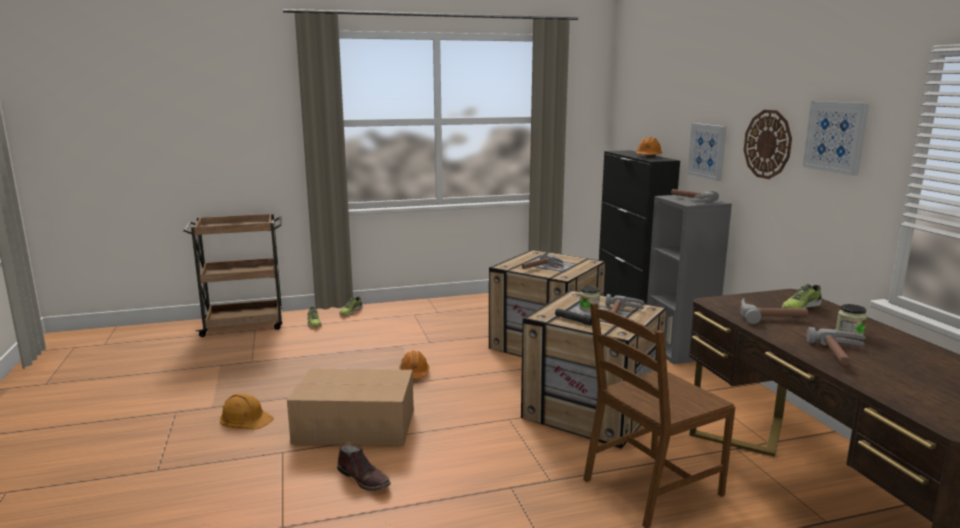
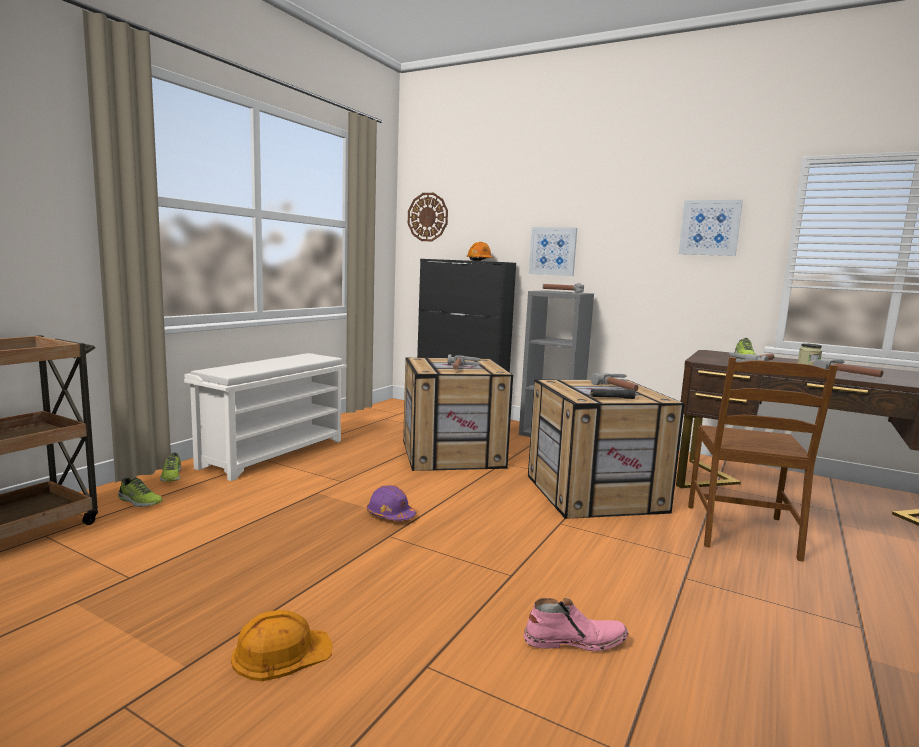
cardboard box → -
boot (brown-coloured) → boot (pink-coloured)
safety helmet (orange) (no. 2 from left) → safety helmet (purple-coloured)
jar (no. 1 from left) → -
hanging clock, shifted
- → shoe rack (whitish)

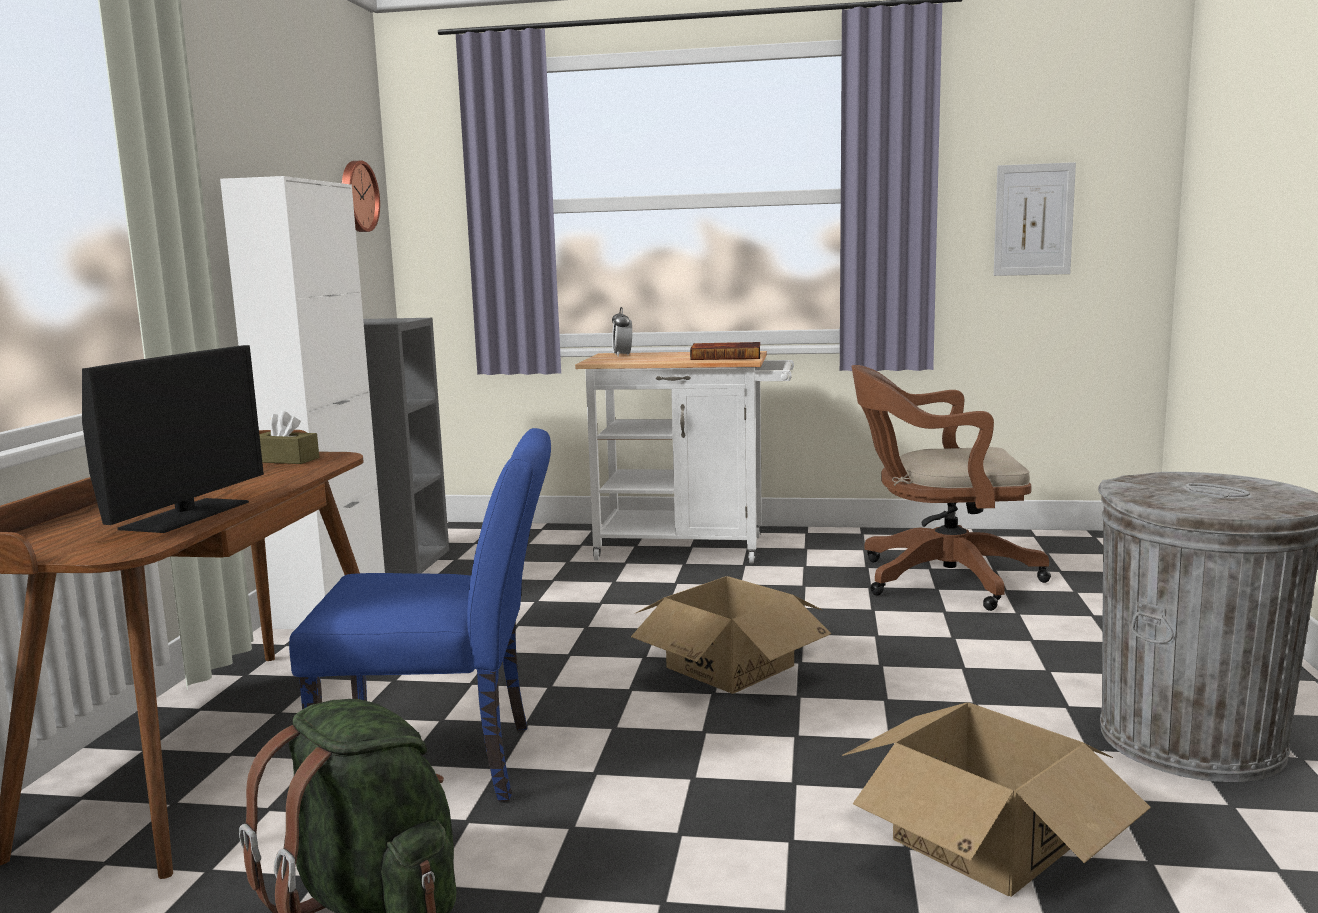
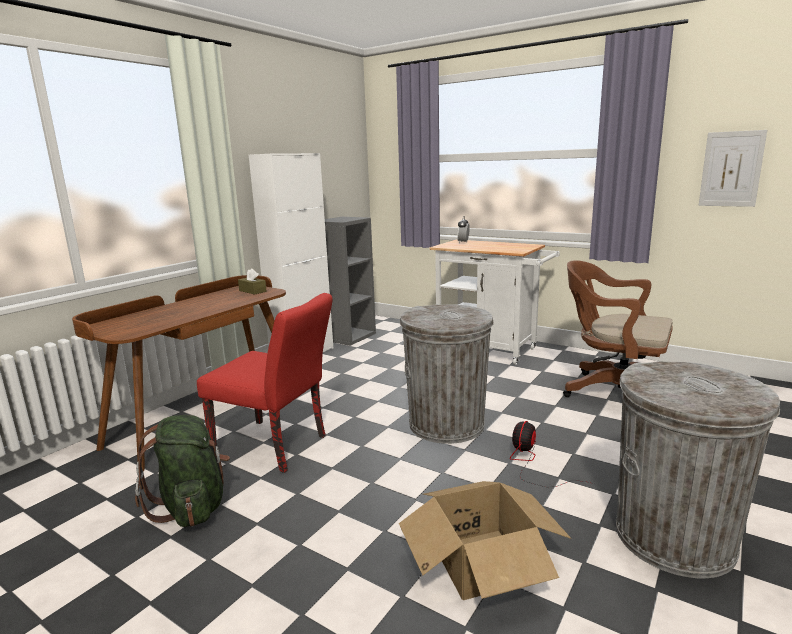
computer display → -
plain chair (blue) → plain chair (red)
hanging clock → -
cardboard box (no. 1 from left) → waste bin (grey) (no. 1 from left)
book → -
- → cooling fan

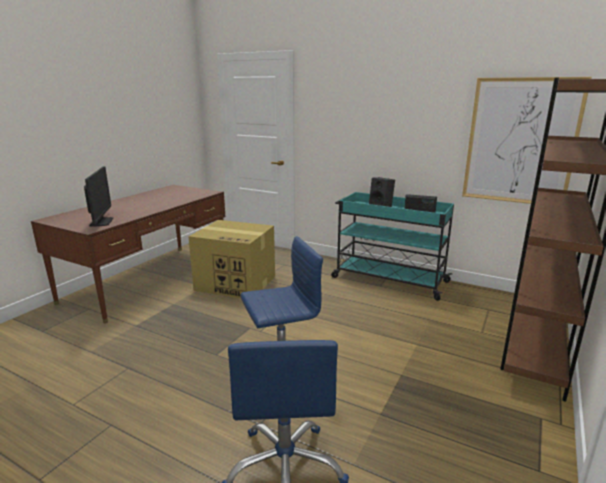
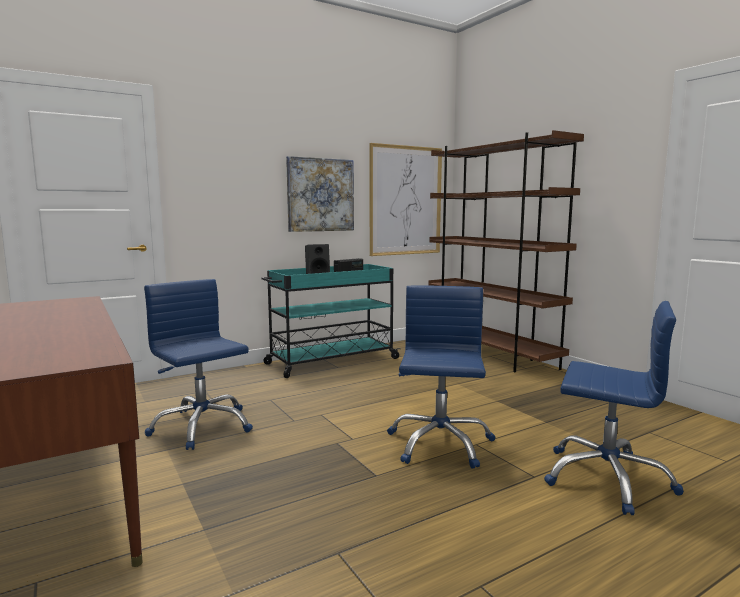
computer display → -
cardboard box → computer chair (blue) (no. 1 from left)
- → wall picture (no. 1 from left)

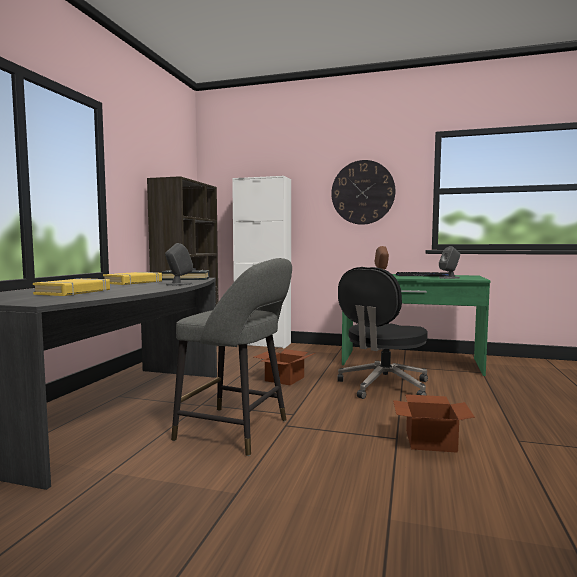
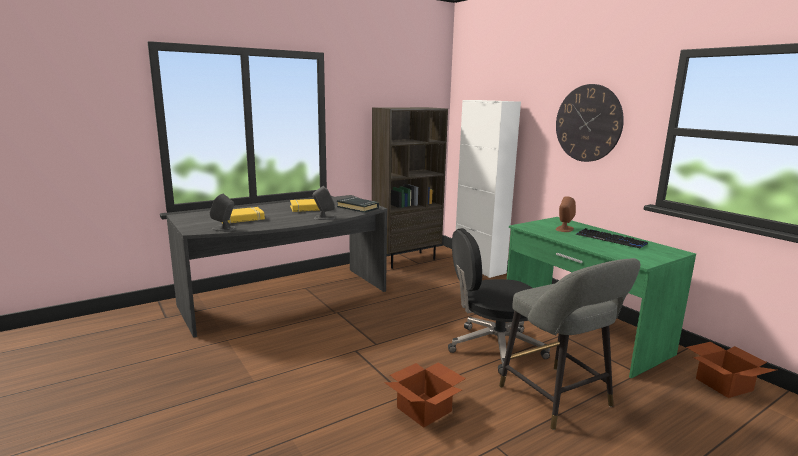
stool seat (grey), shifted
cardboard box (no. 1 from left in the first image) → cardboard box (no. 2 from left), shifted
loudspeaker (grey) (no. 2 from left in the first image) → loudspeaker (grey) (no. 1 from left), shifted

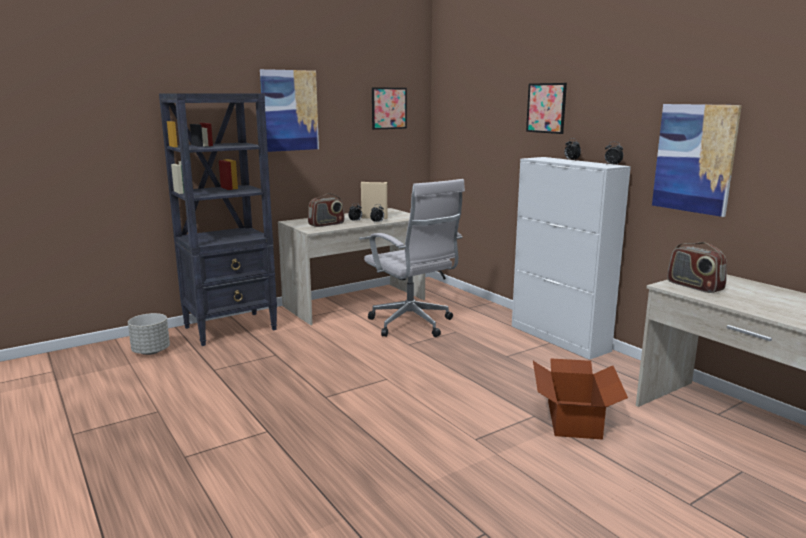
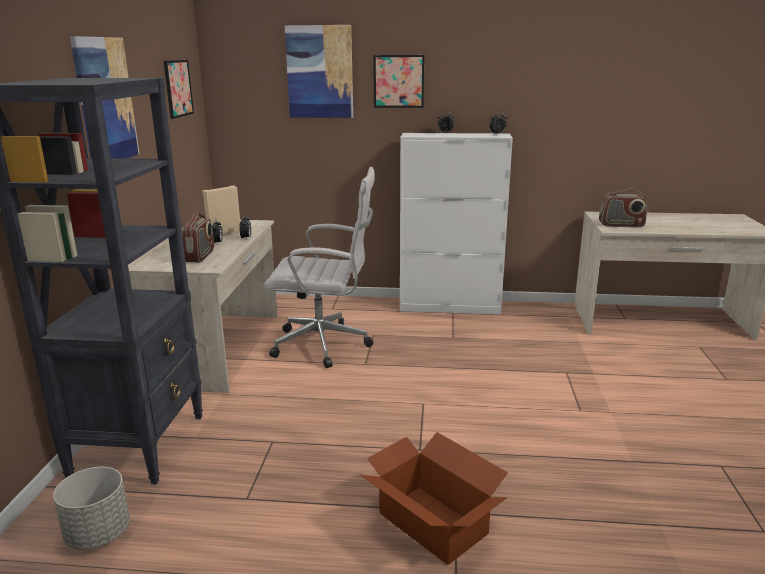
cardboard box, shifted
wall picture (no. 4 from left in the first image) → wall picture (no. 3 from left), shifted

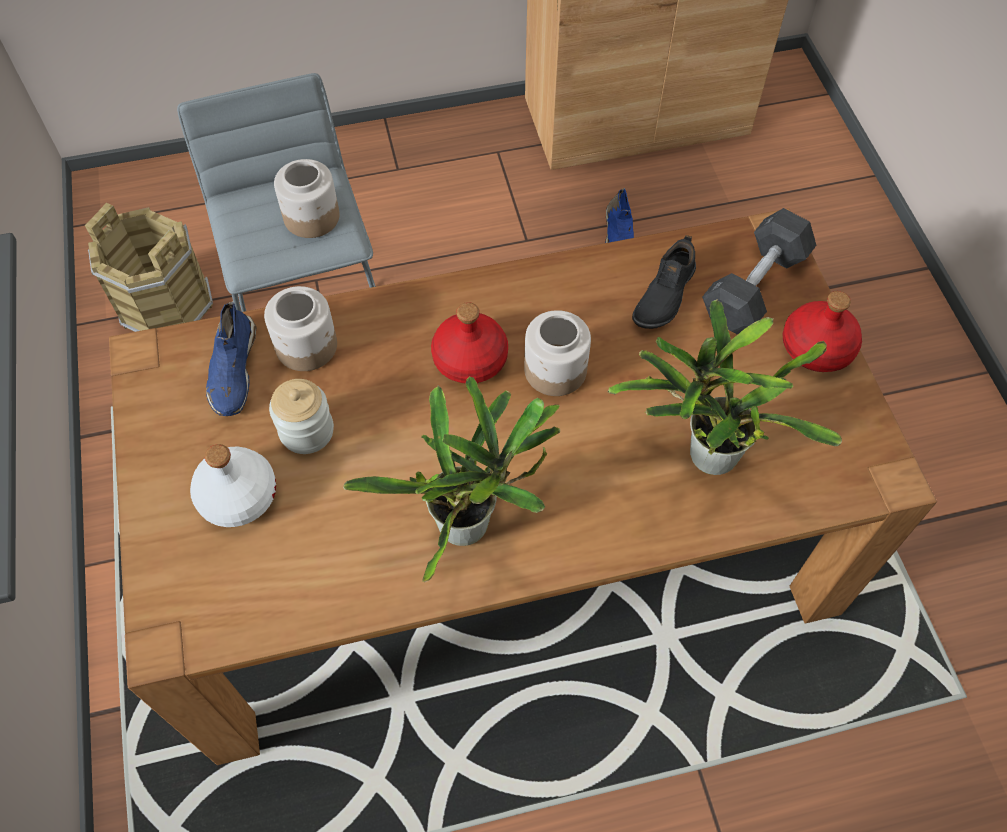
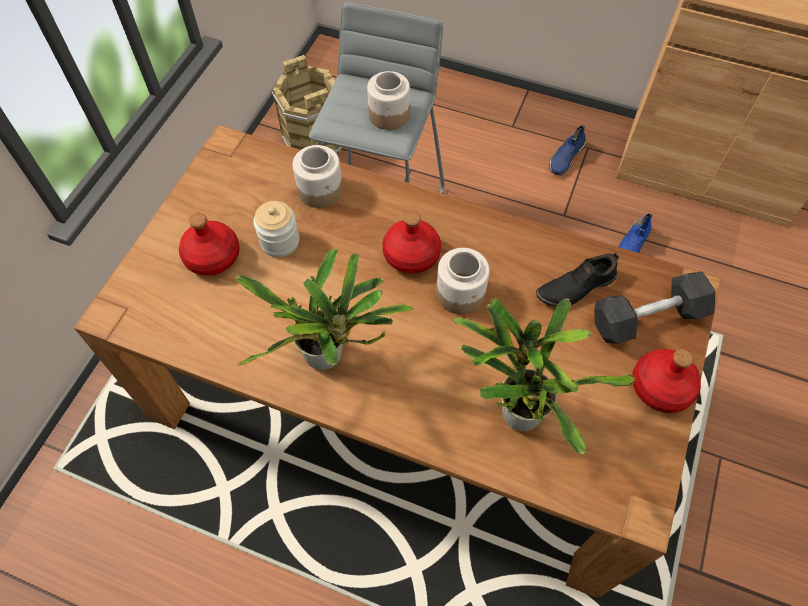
drink bottle (whitish) → drink bottle (red) (no. 1 from left)
shoe (blue) (no. 1 from left), shifted

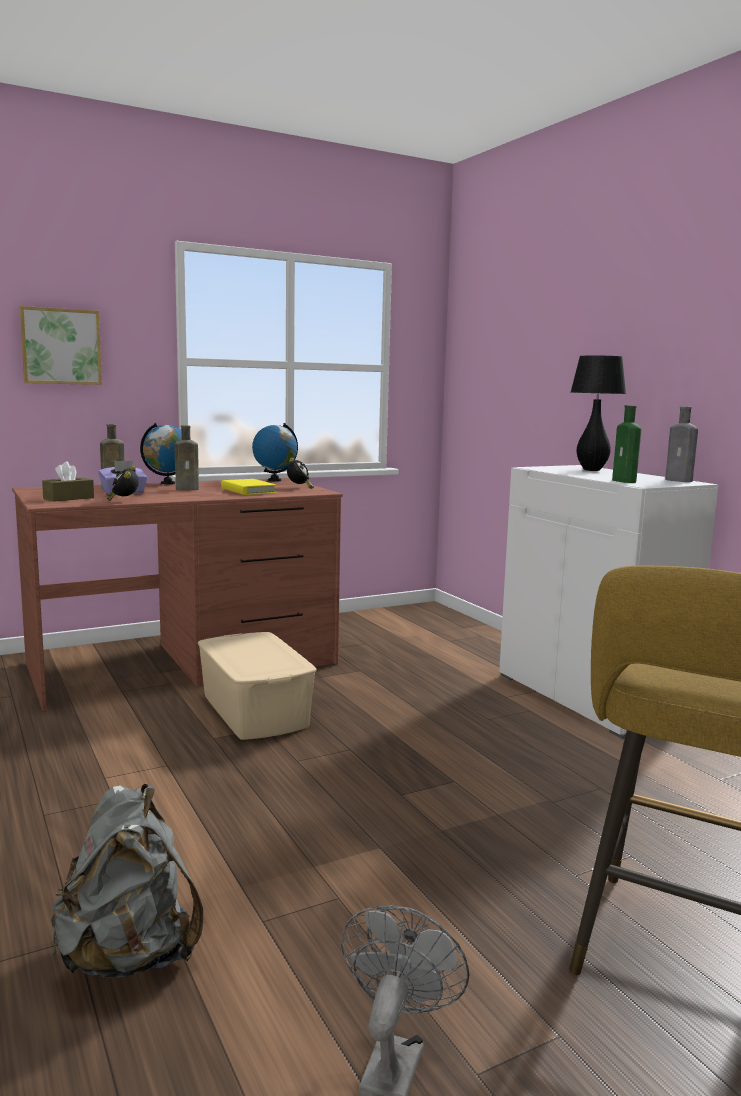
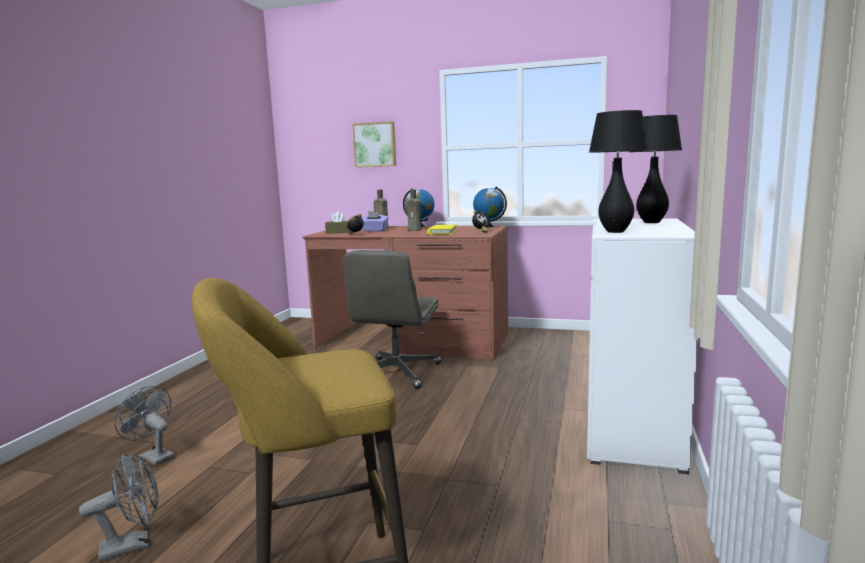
knapsack (grey) → cooling fan (grey) (no. 2 from left)
storage container (sand-coloured) → computer chair (grey)
drink bottle (green) → tabletop lamp (blackish) (no. 1 from left)
drink bottle (grey) → -

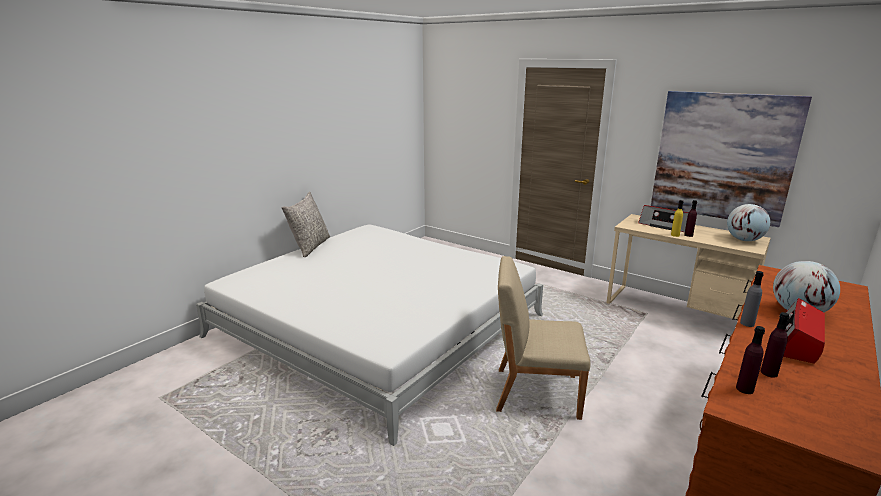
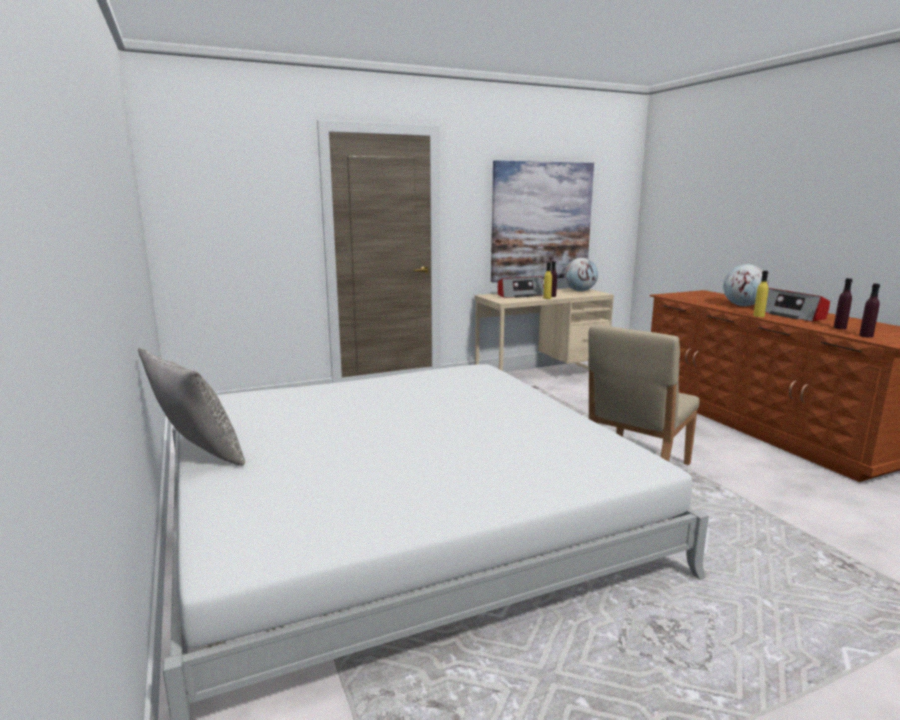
drink bottle (grey) → drink bottle (yellowish) (no. 2 from left)

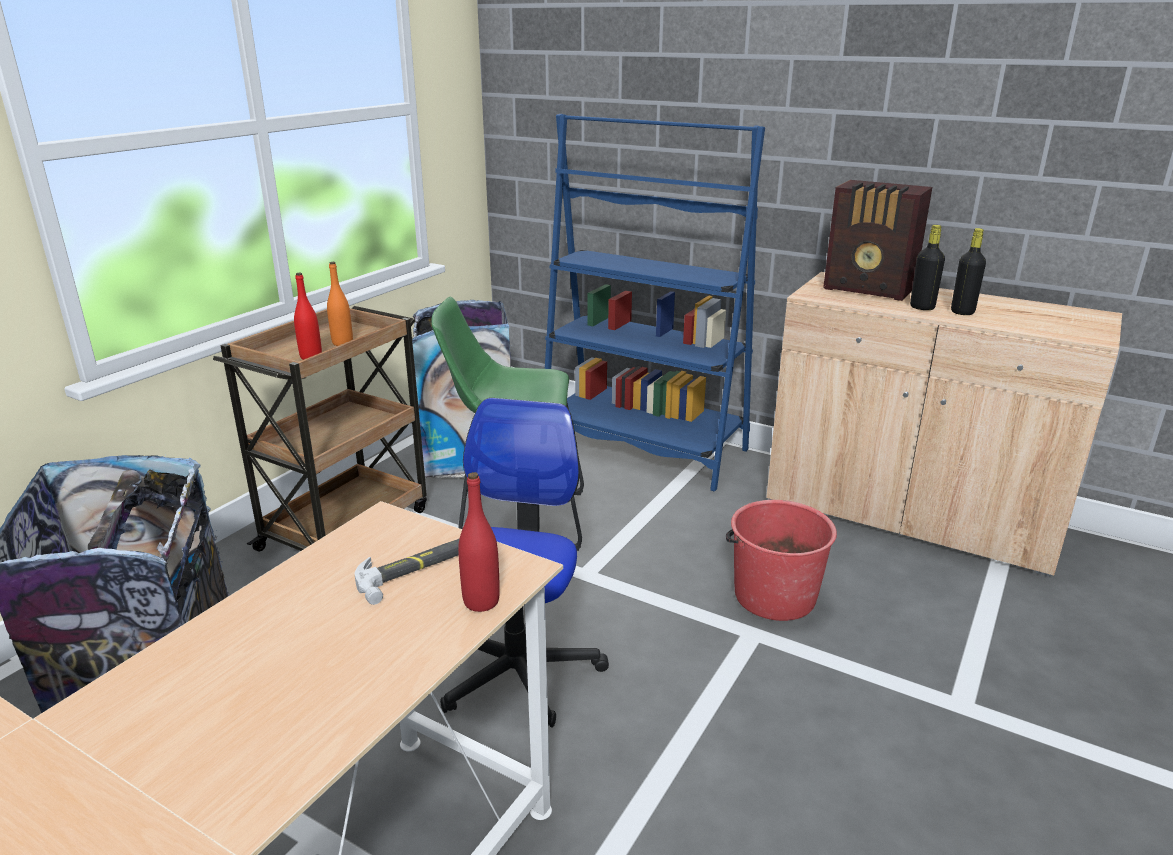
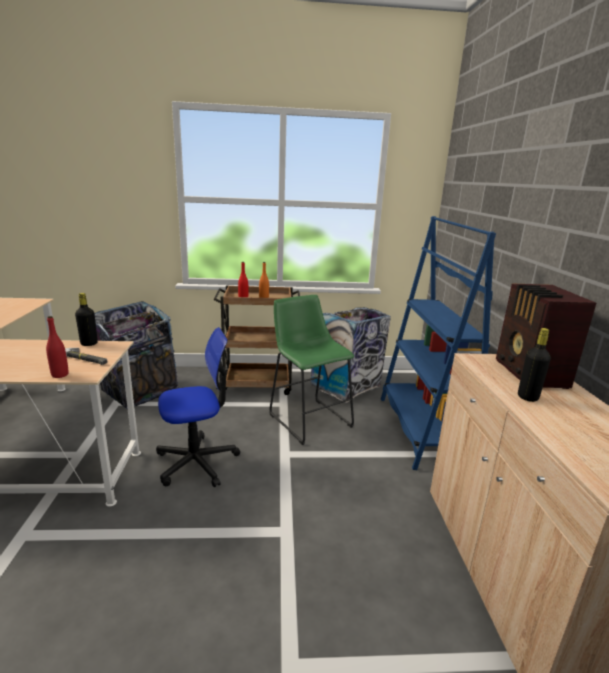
water bucket (red) → -
drink bottle (blackish) (no. 2 from left in the first image) → drink bottle (blackish) (no. 1 from left), shifted

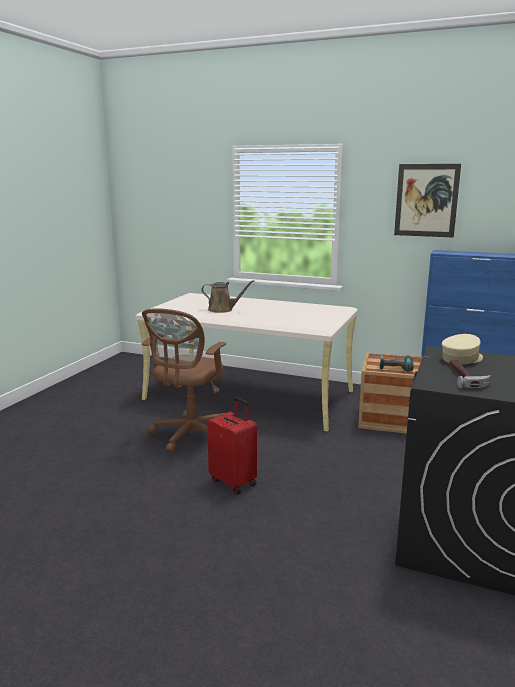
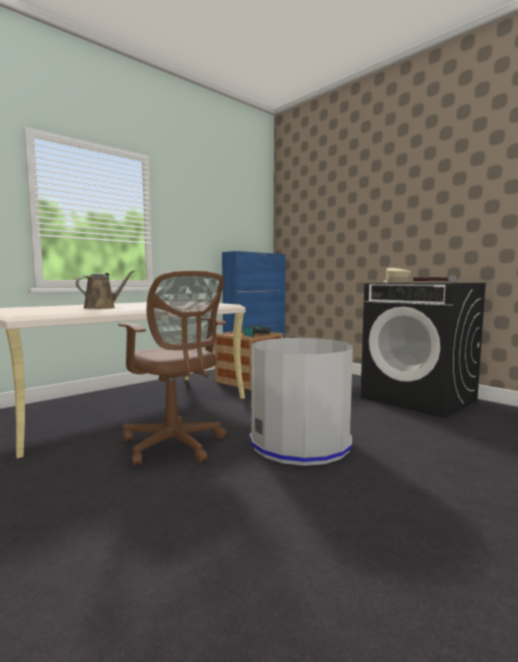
piece of luggage (red) → waste bin (grey)
wall picture → -

